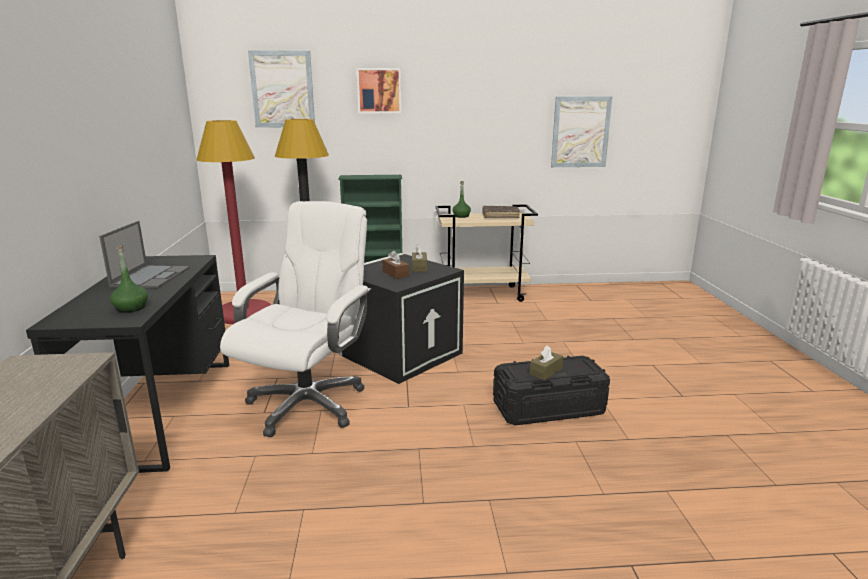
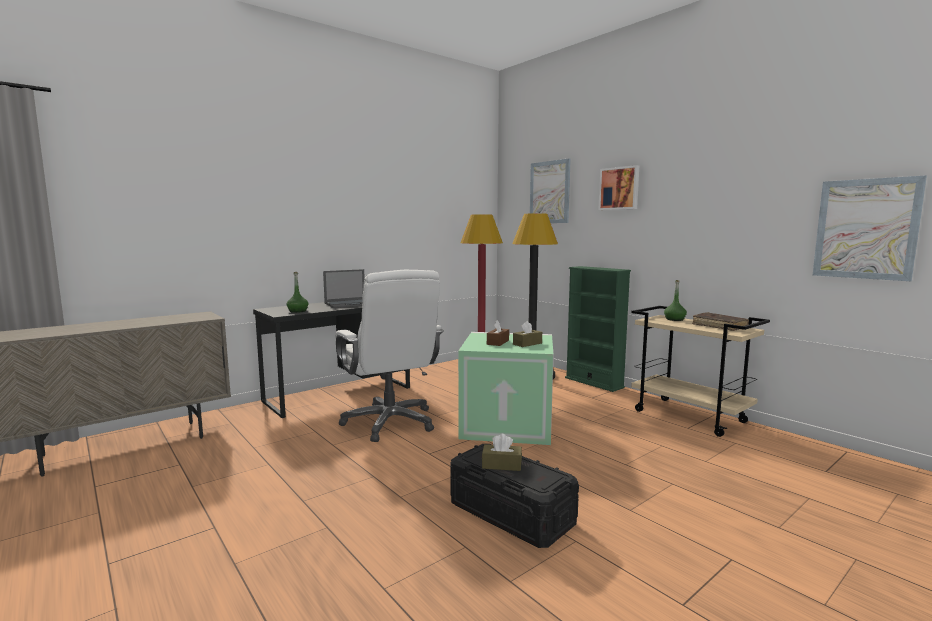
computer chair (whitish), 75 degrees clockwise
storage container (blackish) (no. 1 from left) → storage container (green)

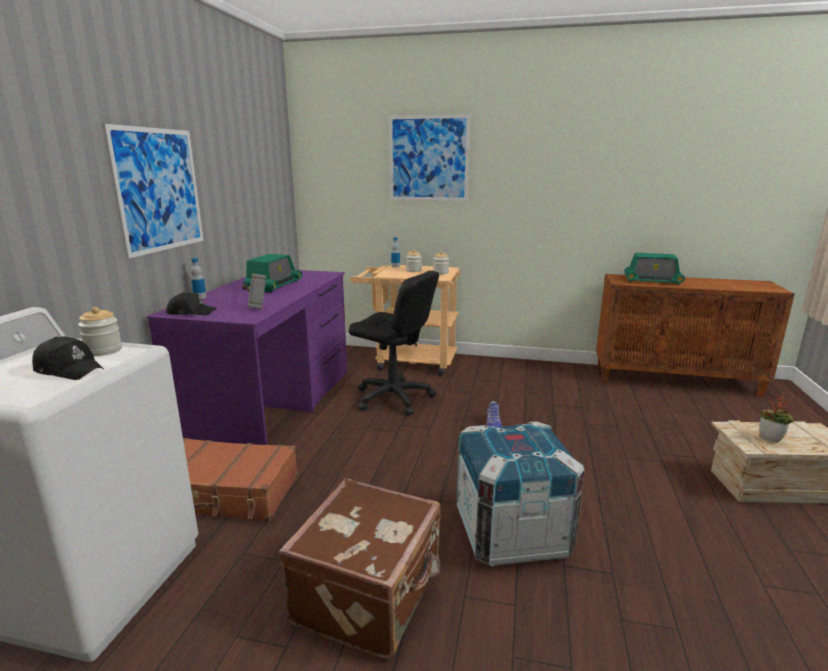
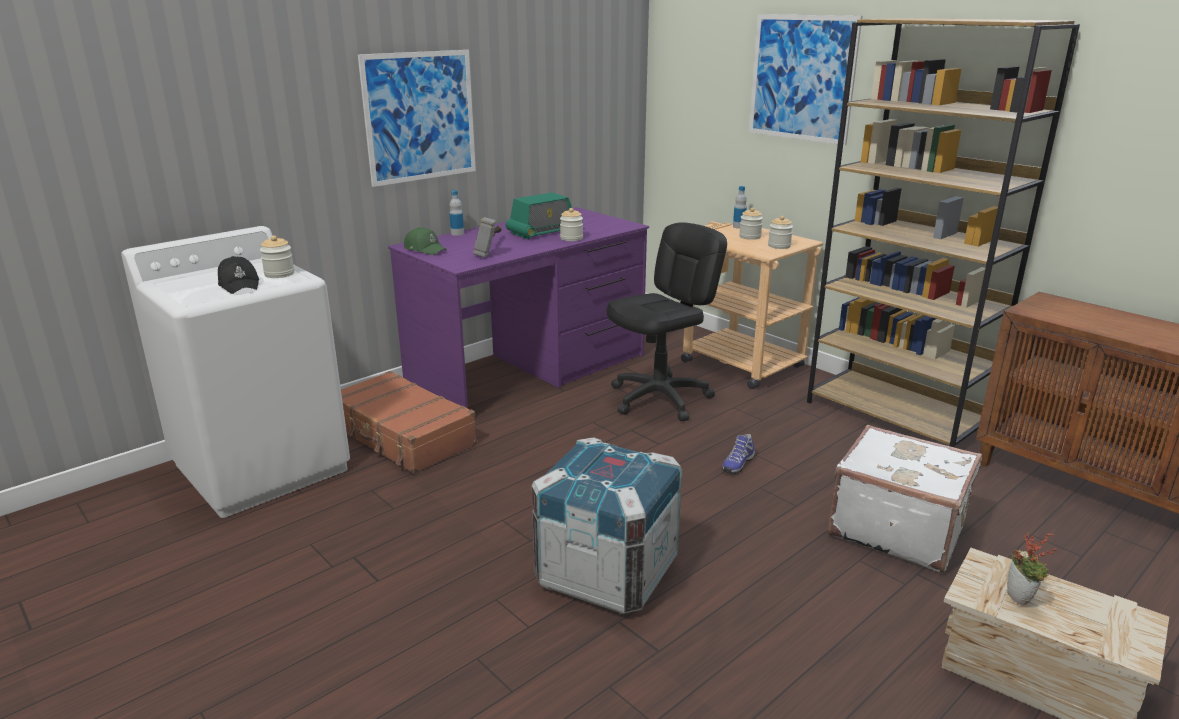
peaked cap (blackish) (no. 2 from left) → peaked cap (green)
piece of luggage (brown-coloured) (no. 2 from left) → -
computer chair (blackish), 105 degrees counterclockwise
radio set (no. 2 from left) → -
- → jar (no. 2 from left)
- → bookcase (brown-coloured)
- → piece of luggage (whitish)

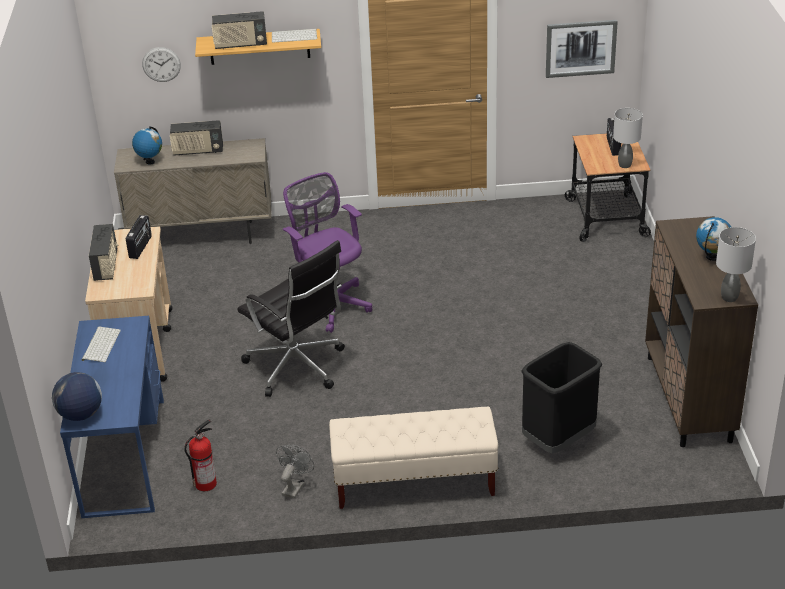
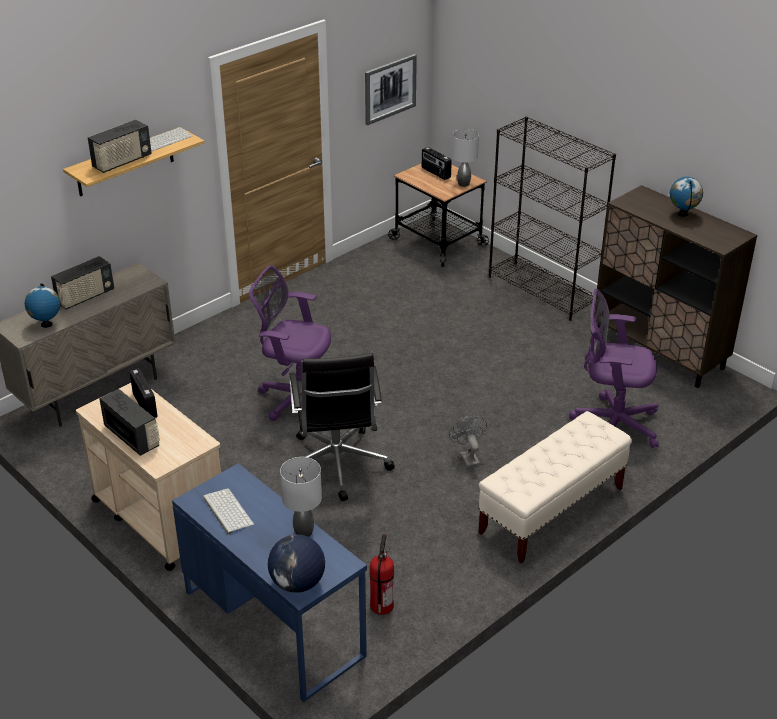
hanging clock → -
computer chair (blackish), 75 degrees clockwise
cooling fan (grey), shifted
waste bin (blackish) → computer chair (purple-coloured) (no. 2 from left)
tabletop lamp (grey) (no. 2 from left in the first image) → tabletop lamp (grey) (no. 1 from left), shifted
- → bookcase (blackish)

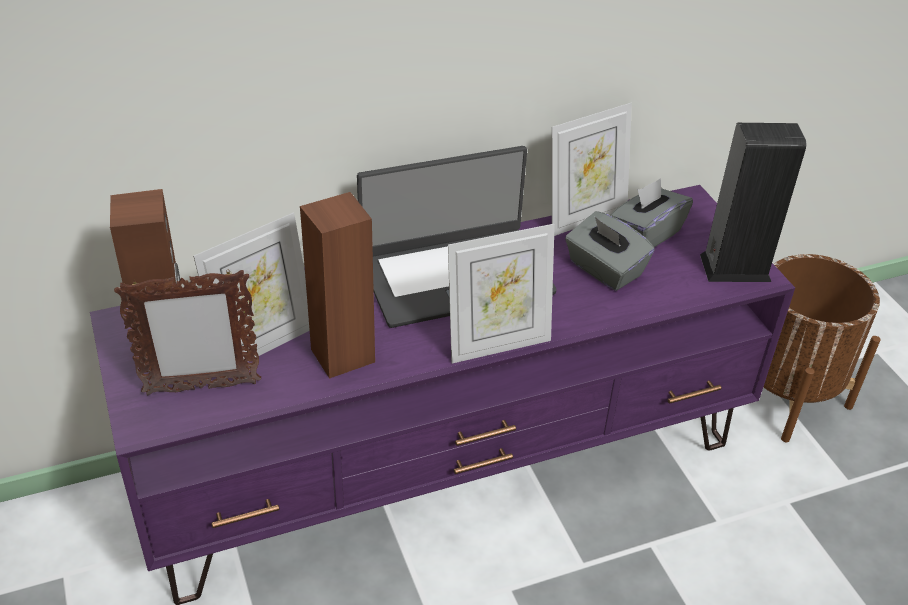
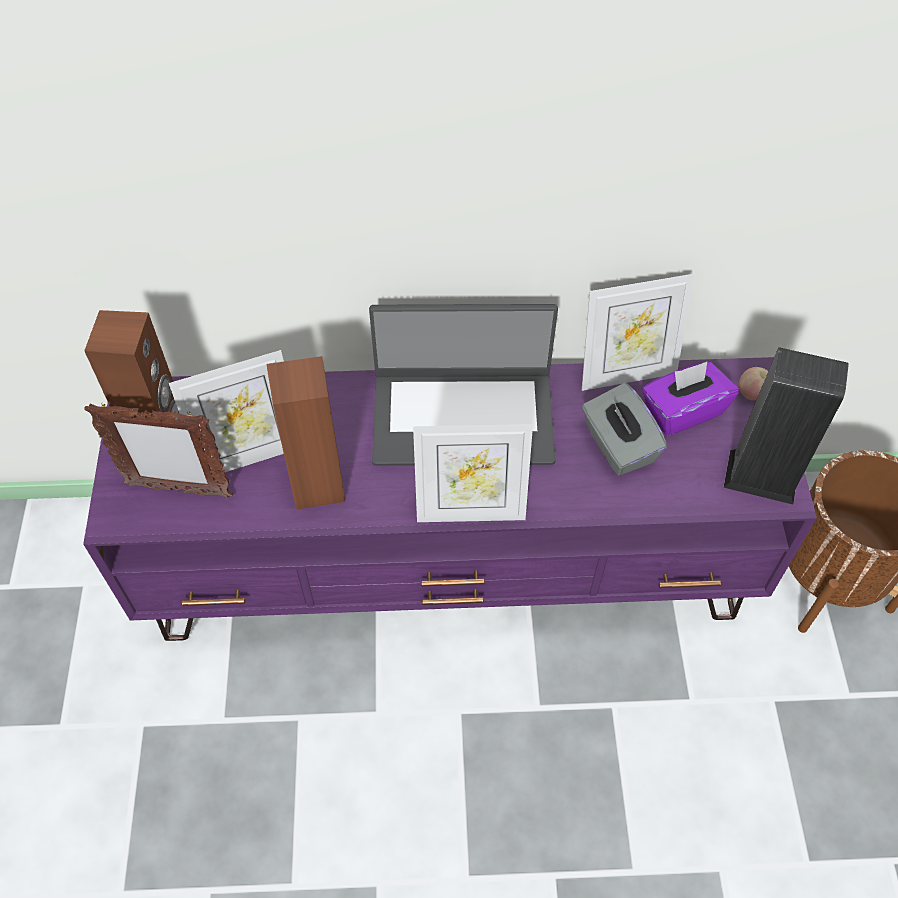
tissue holder (grey) (no. 2 from left) → tissue holder (purple-coloured)
- → apple fruit

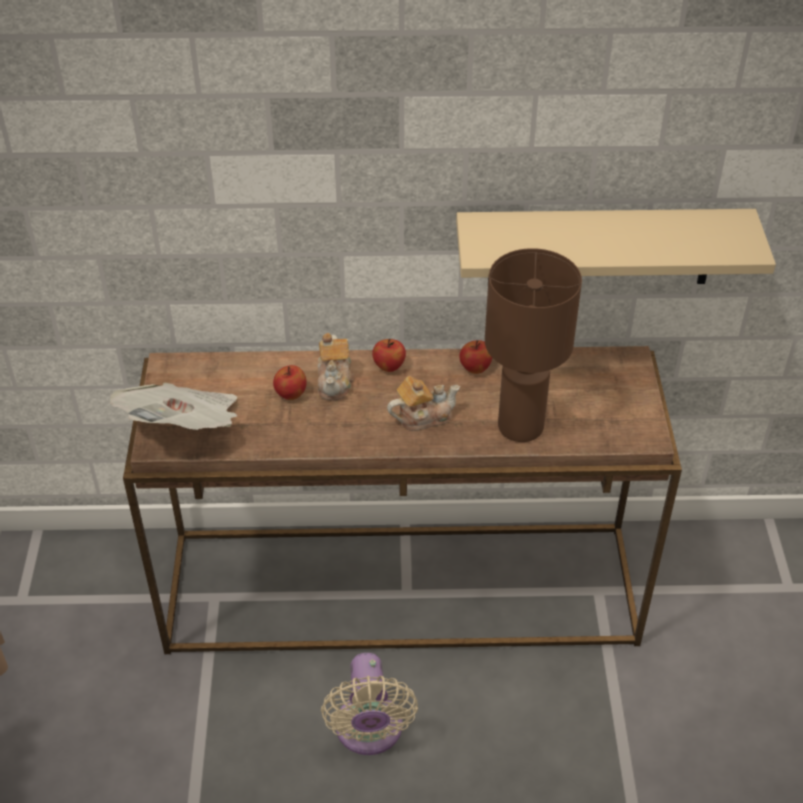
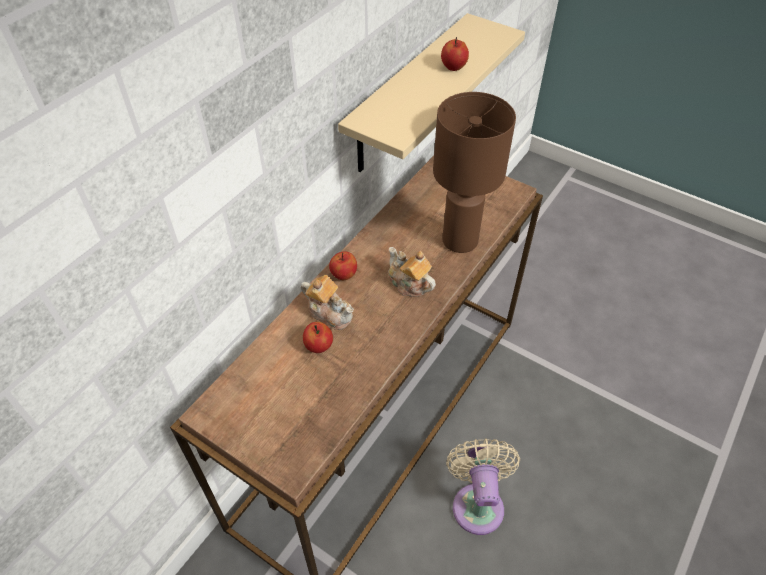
daily paper → -
cooling fan (sand-coloured), 120 degrees counterclockwise
tea pot (no. 2 from left), 60 degrees counterclockwise
apple fruit (no. 3 from left), shifted

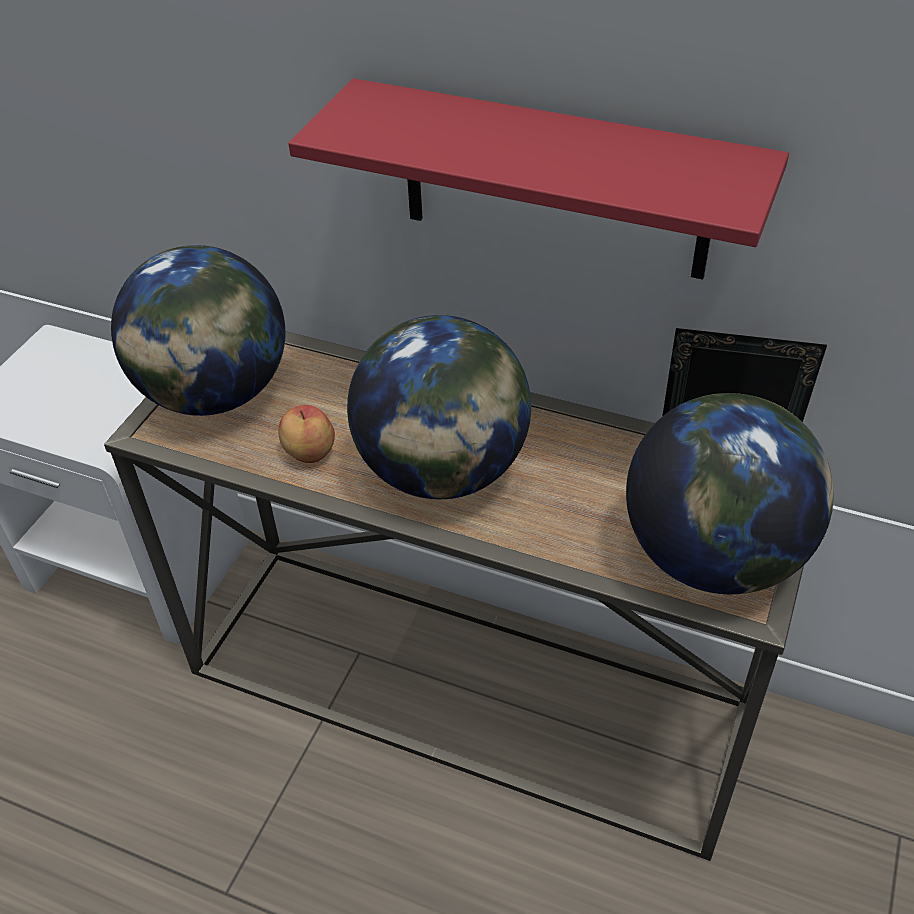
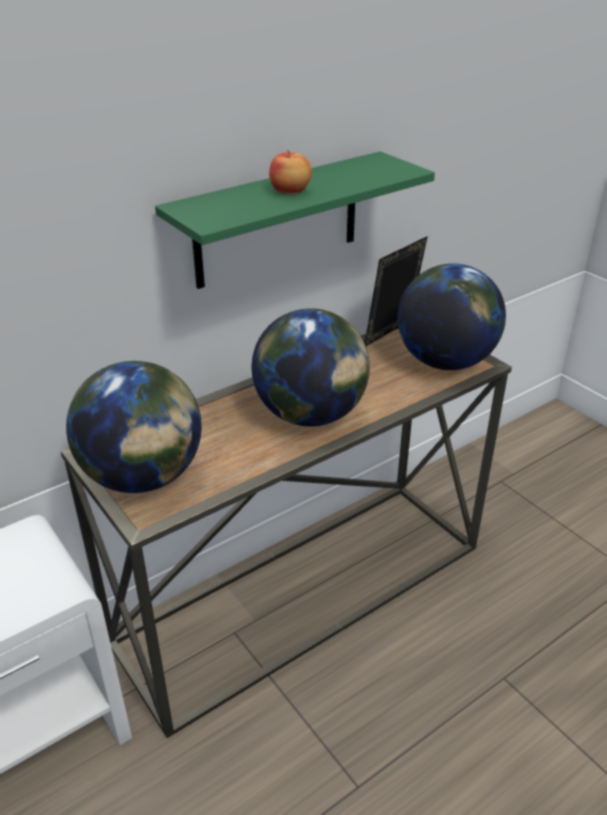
apple fruit, shifted
shelf (red) → shelf (green)

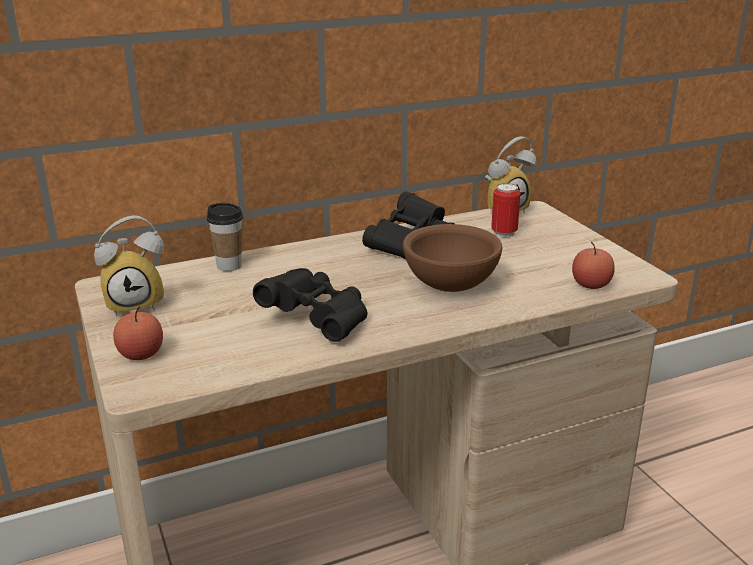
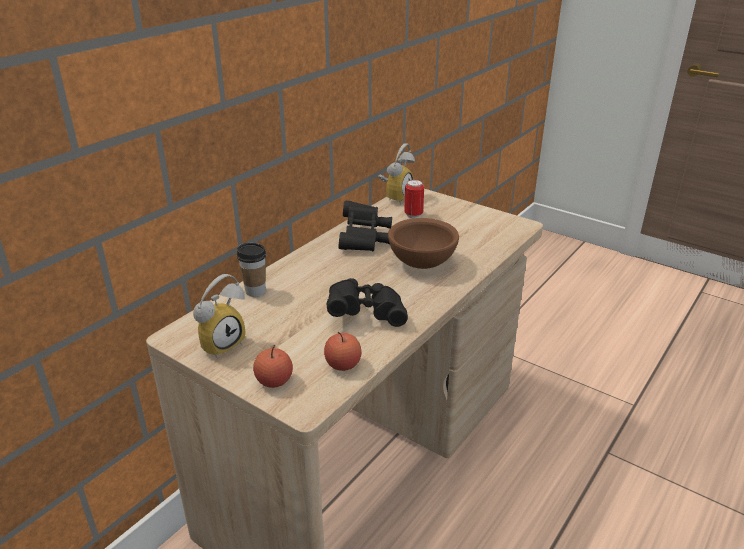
apple fruit (no. 2 from left), shifted

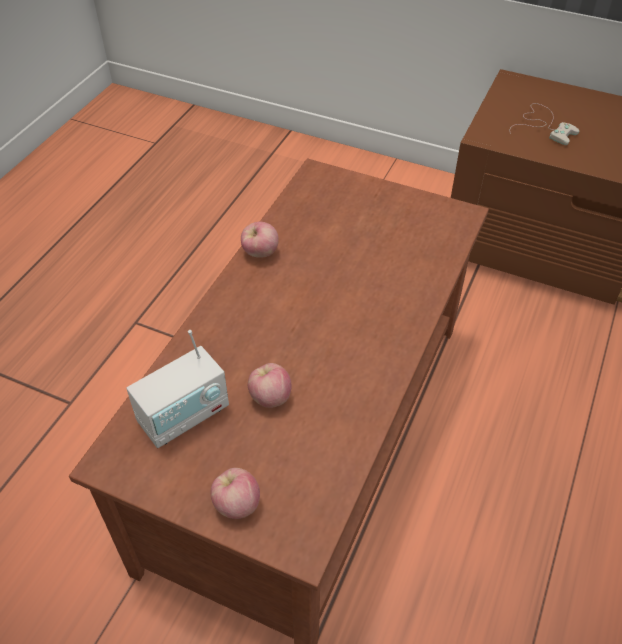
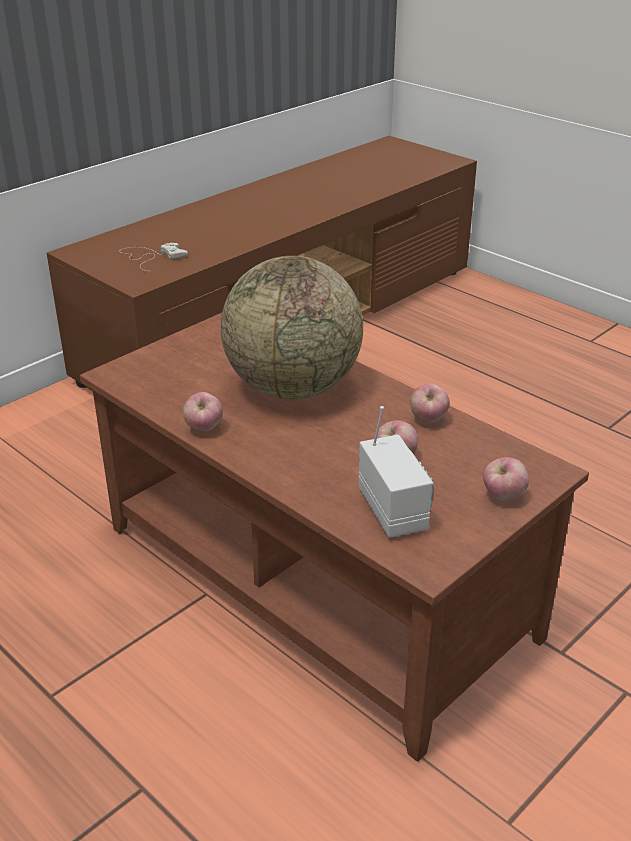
- → globe
- → apple fruit (no. 3 from left)

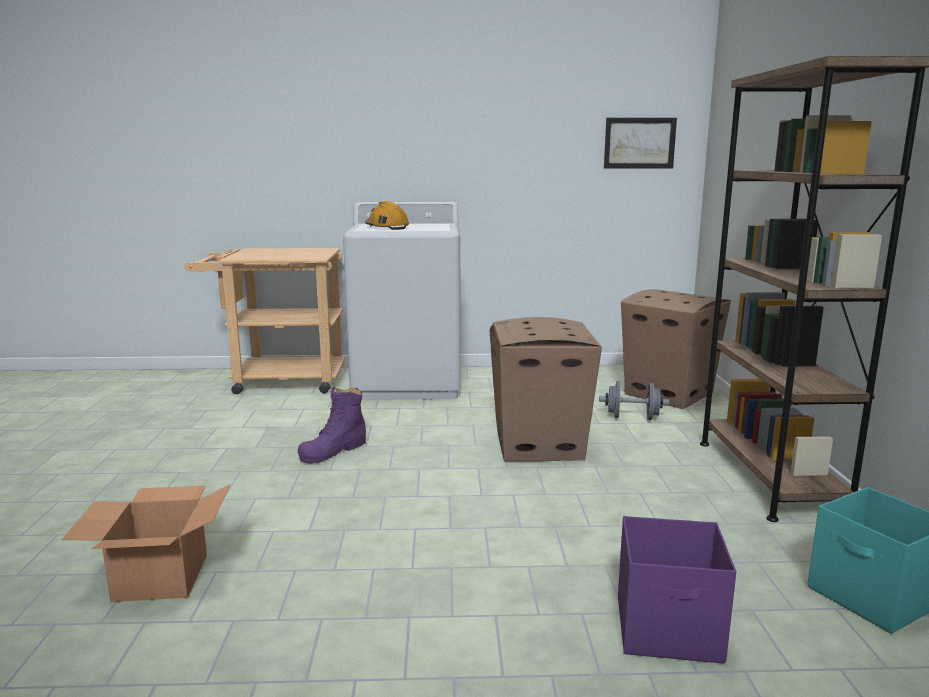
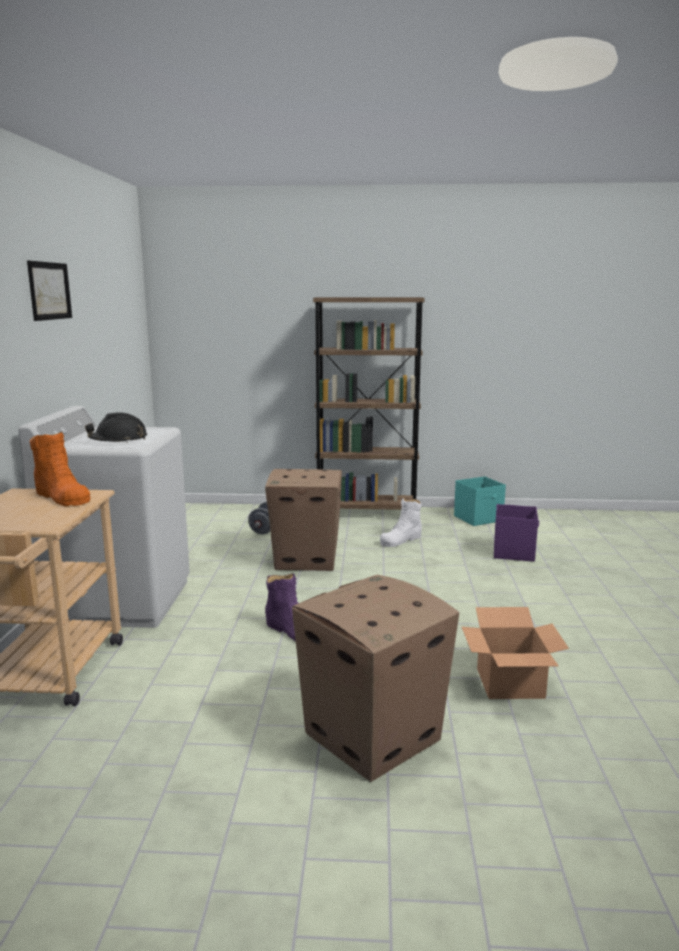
safety helmet (orange) → safety helmet (blackish)
wall picture, shifted
cardboard box (no. 3 from left in the first image) → cardboard box (no. 2 from left), shifted
- → boot (orange)
- → boot (whitish)

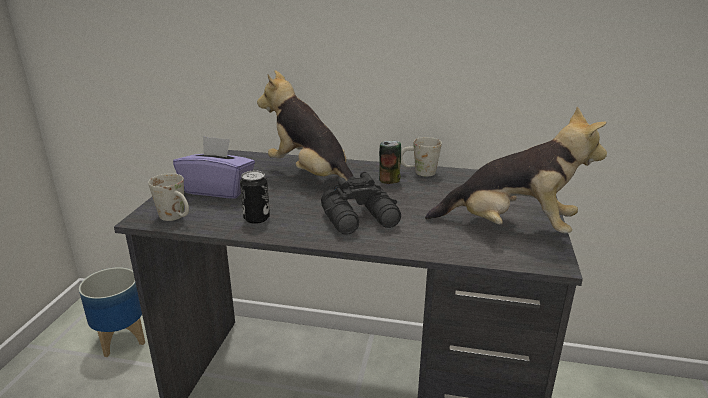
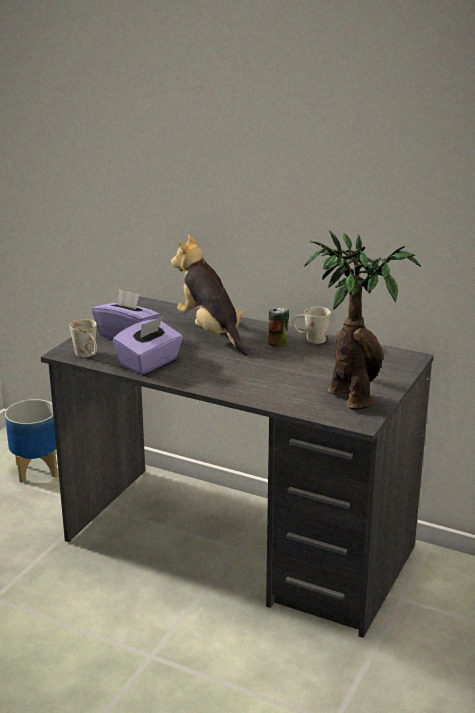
can (no. 1 from left) → tissue holder (purple-coloured) (no. 2 from left)
binoculars (blackish) → -
plush toy (no. 2 from left) → houseplant

